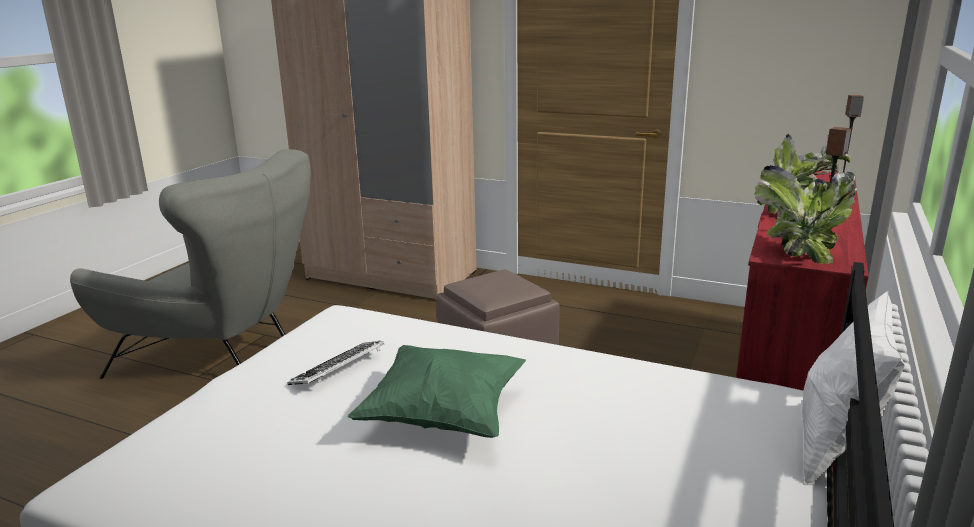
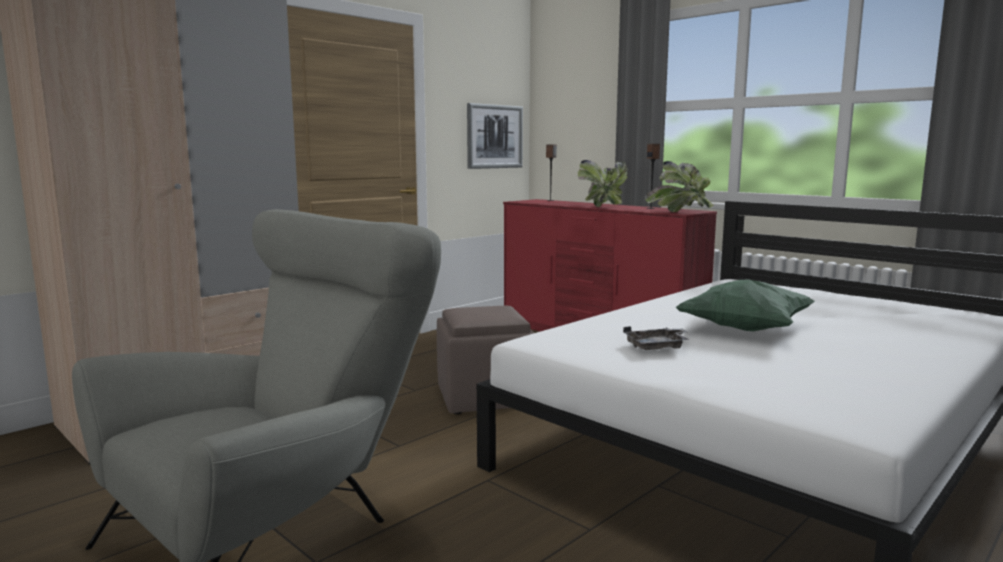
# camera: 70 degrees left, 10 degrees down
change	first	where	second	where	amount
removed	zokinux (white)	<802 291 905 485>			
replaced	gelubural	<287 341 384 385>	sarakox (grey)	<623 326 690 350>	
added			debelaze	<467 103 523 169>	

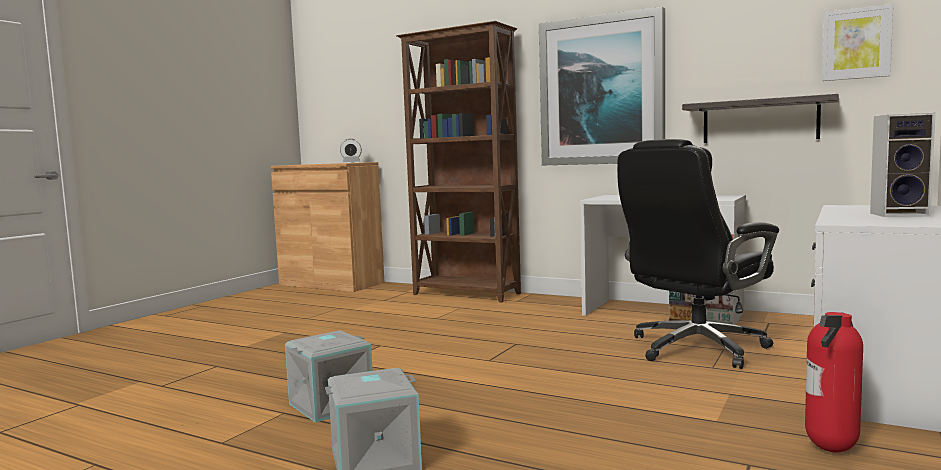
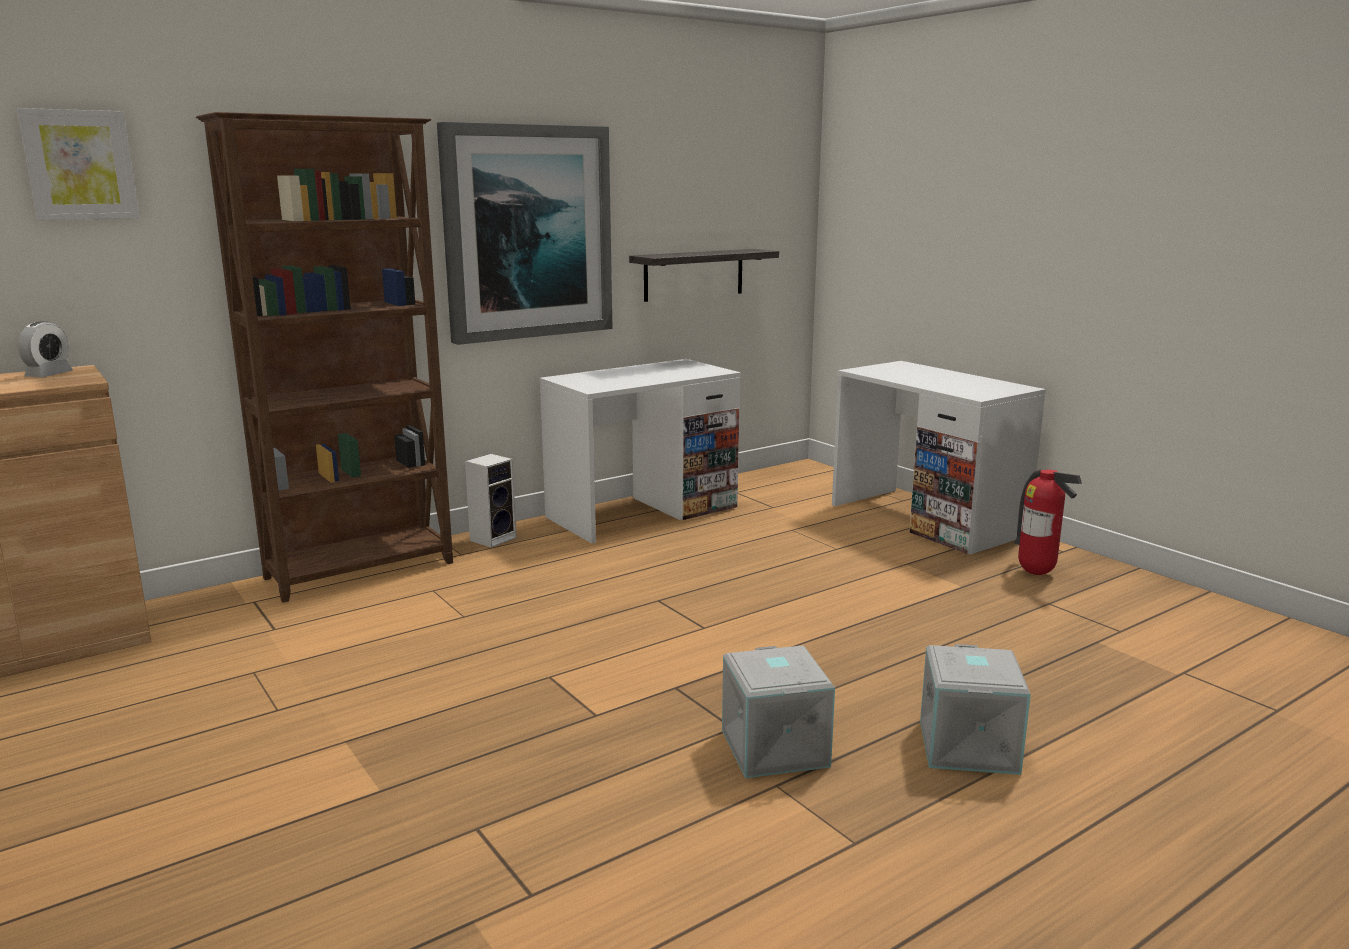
# camera: 65 degrees left, 10 degrees up
change	first	where	second	where	amount
moved	debelaze	<822 4 893 81>		<17 108 140 221>	
moved	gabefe	<870 113 936 217>		<465 454 517 548>	
removed	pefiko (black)	<617 139 779 369>			

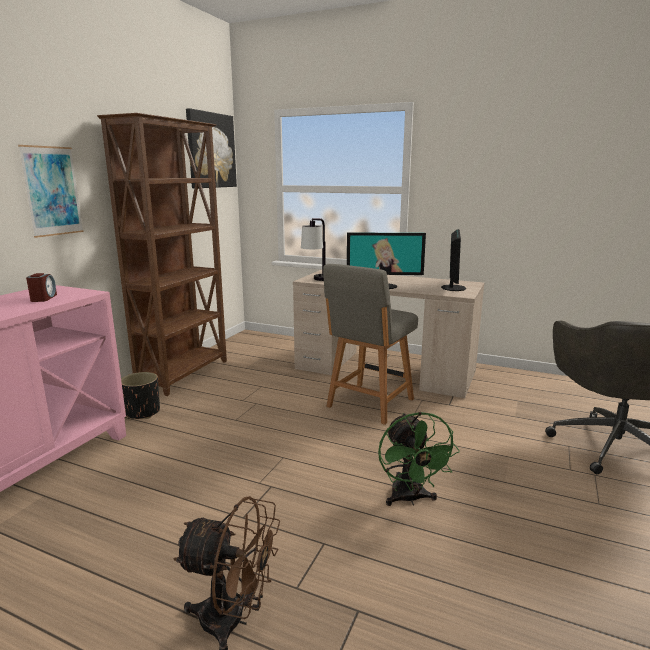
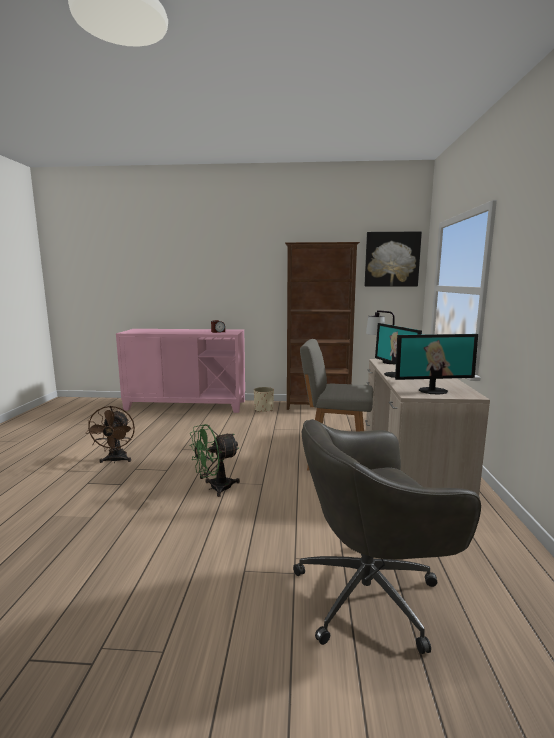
# camera: 70 degrees right, 5 degrees down
change	first	where	second	where	amount
removed	debelaze	<18 145 84 238>			
recoloured	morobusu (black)	<121 372 160 419>	morobusu (beige)	<254 387 274 412>	

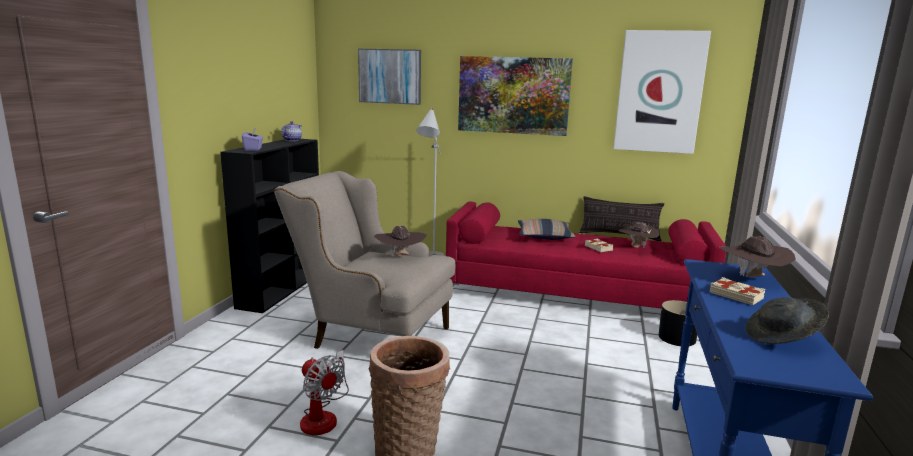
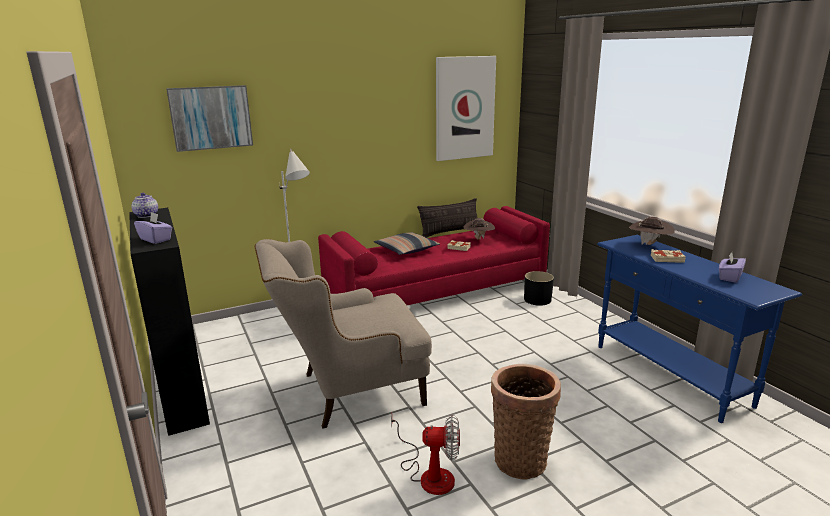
# camera: 40 degrees left, 5 degrees up
change	first	where	second	where	amount
removed	debelaze	<458 56 573 136>			
removed	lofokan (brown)	<374 226 427 255>			
replaced	lofokan (grey)	<745 297 829 344>	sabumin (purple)	<719 252 746 283>	

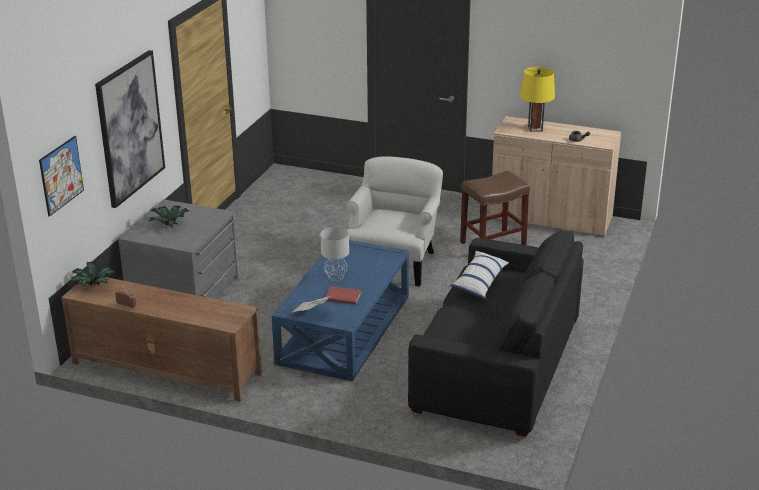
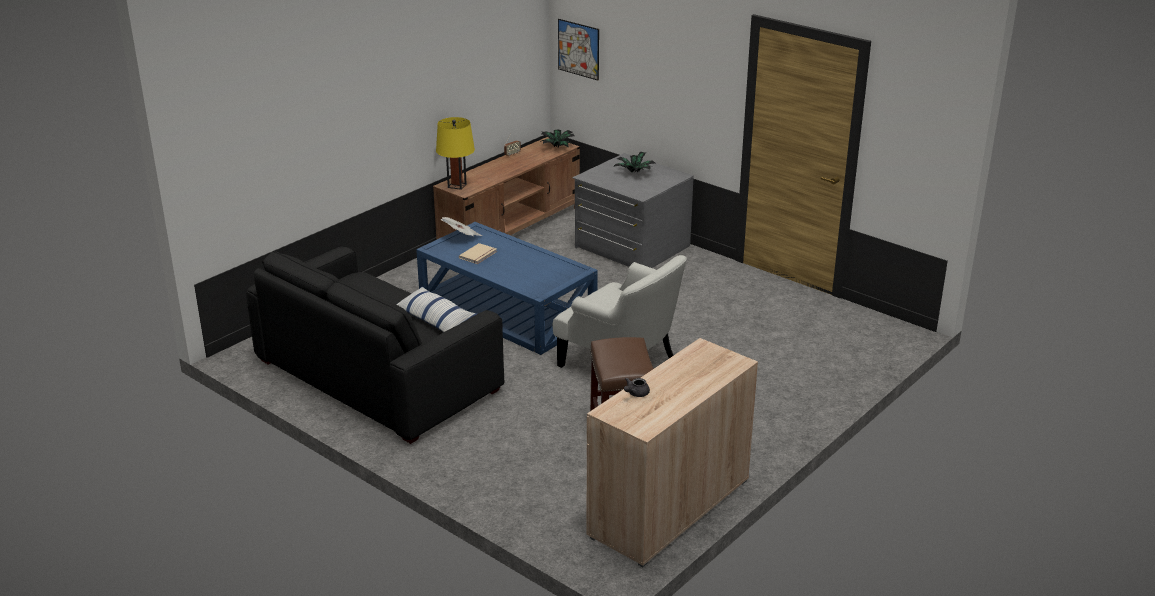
# camera: 110 degrees right, 0 degrees up
change	first	where	second	where	amount
removed	debelaze	<95 50 165 208>			
moved	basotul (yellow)	<520 67 555 132>		<436 117 475 190>	
removed	basotul (grey)	<320 227 349 281>			
recoloured	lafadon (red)	<325 286 362 304>	lafadon (beige)	<459 243 497 264>	

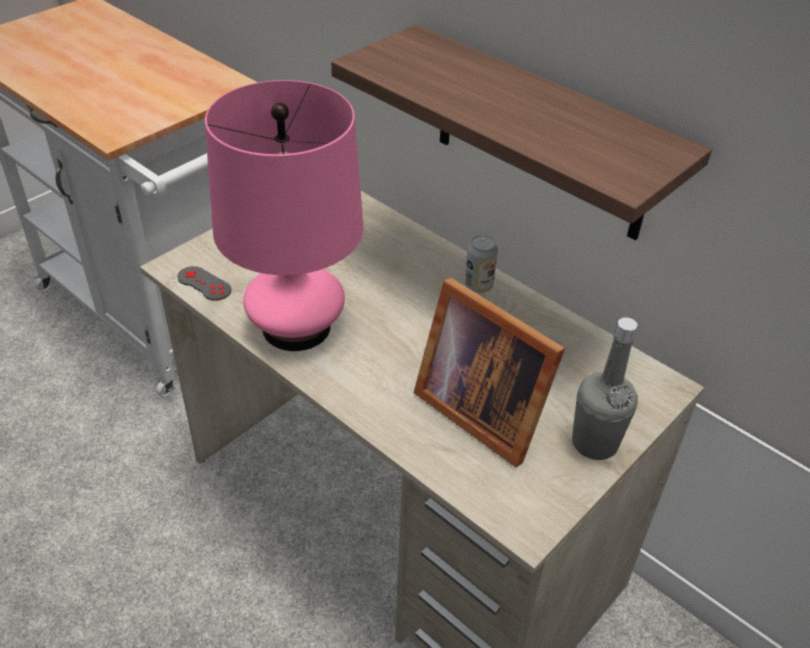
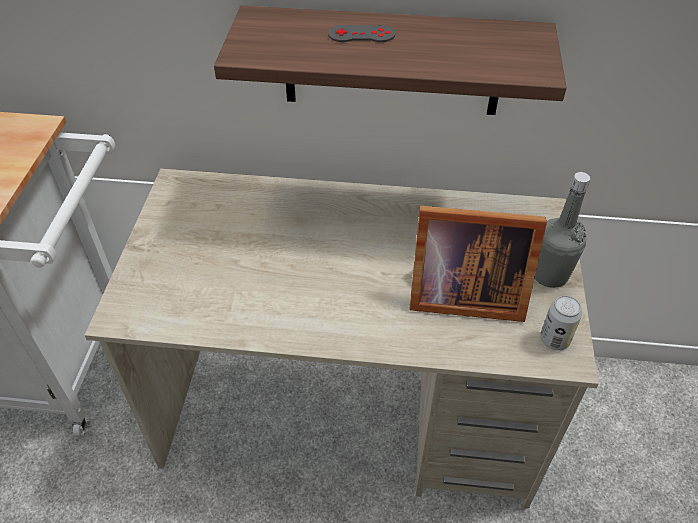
# camera: 35 degrees left, 5 degrees up
change	first	where	second	where	amount
removed	basotul (pink)	<205 80 364 351>			
moved	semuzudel	<464 235 498 293>		<540 295 582 350>	
moved	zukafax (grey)	<177 266 231 301>		<328 25 395 42>	

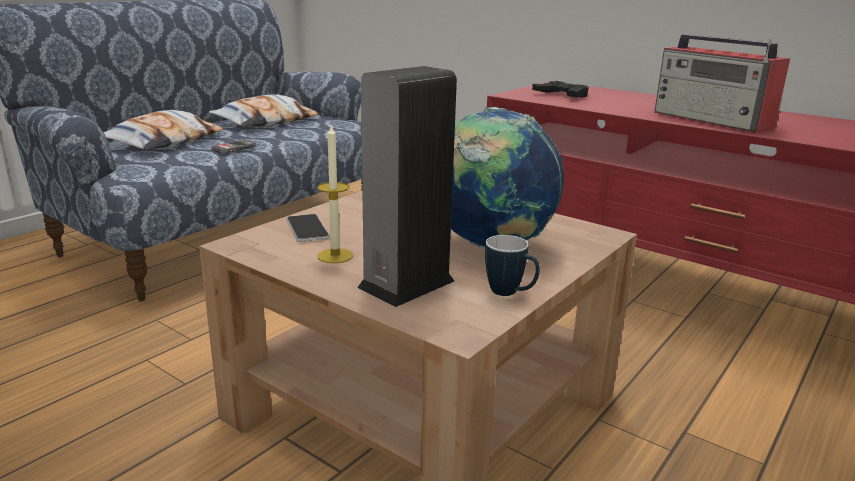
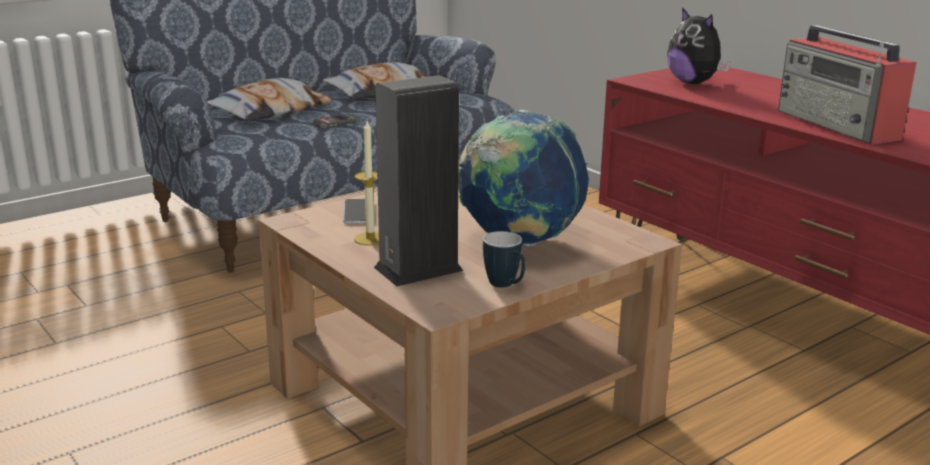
# camera: 15 degrees right, 0 degrees up
change	first	where	second	where	amount
replaced	zukafax (black)	<532 81 589 98>	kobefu	<667 7 730 84>	

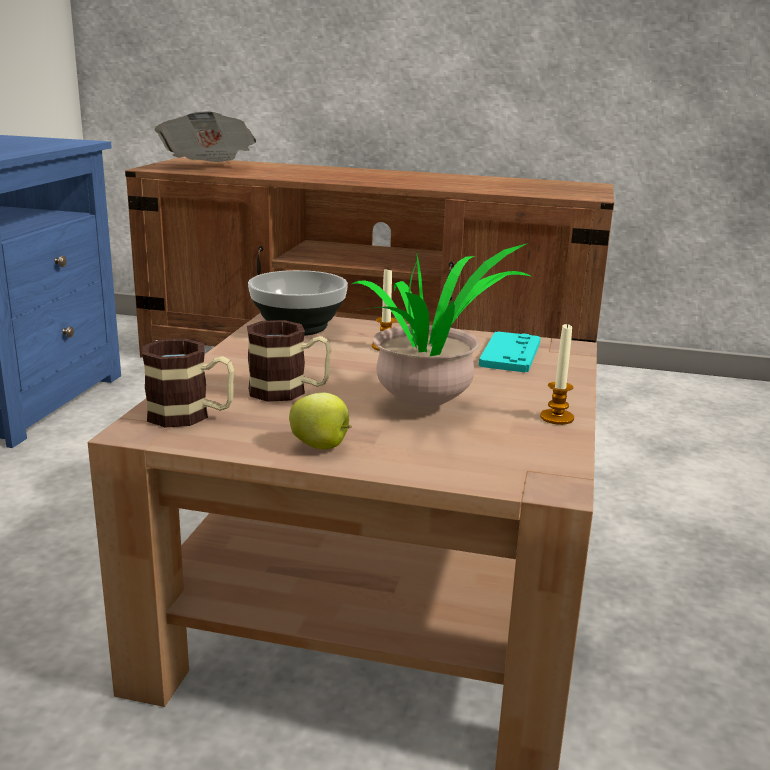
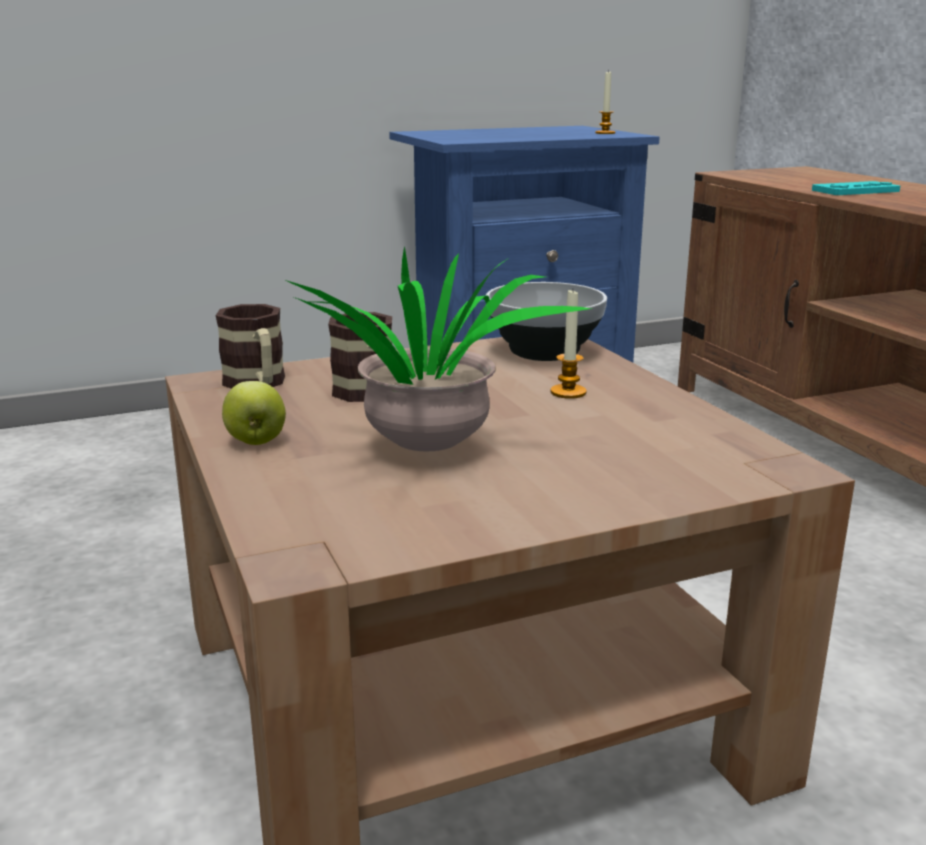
# camera: 55 degrees right, 0 degrees up
change	first	where	second	where	amount
removed	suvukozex	<154 111 256 162>			
moved	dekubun	<540 323 574 425>		<595 70 615 134>	
moved	zukafax (turquoise)	<479 331 541 373>		<812 181 900 195>	

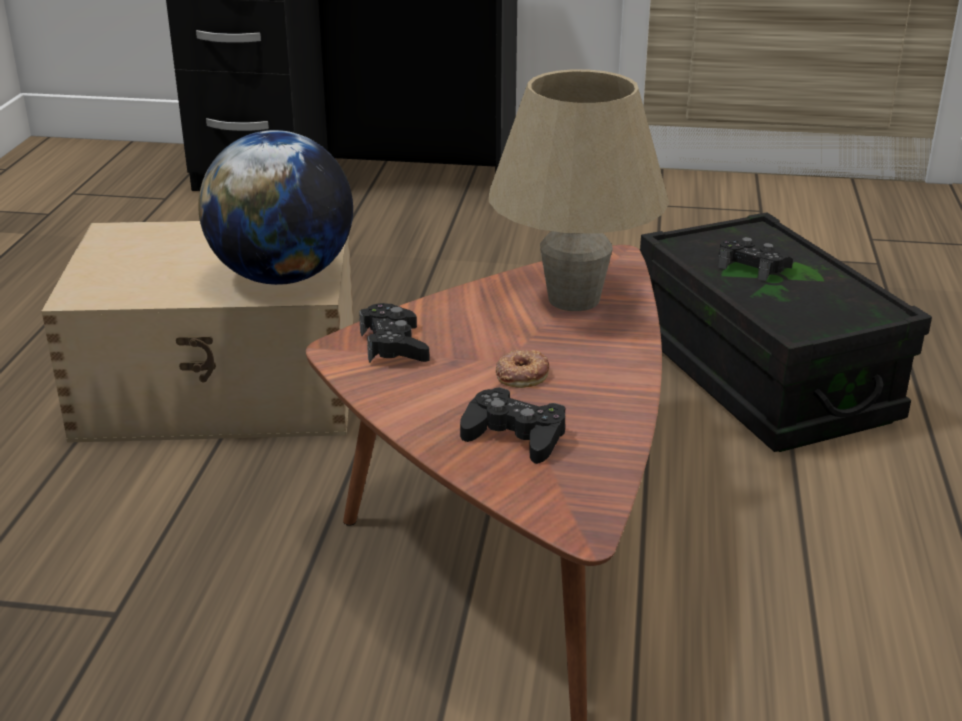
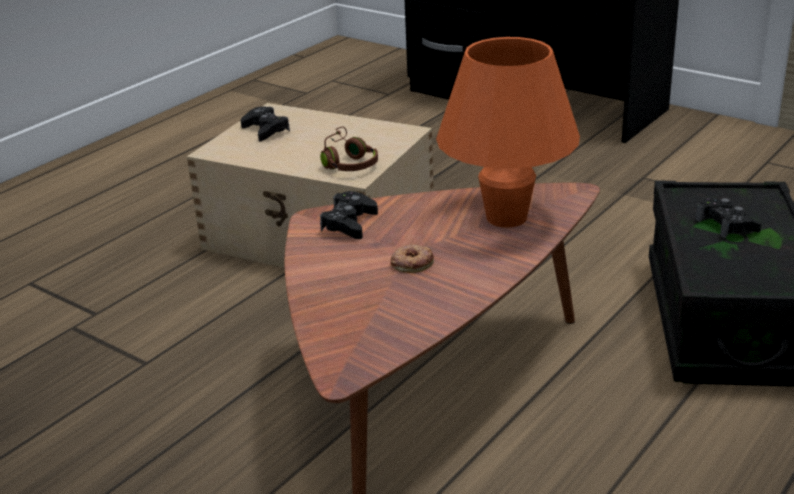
# camera: 30 degrees right, 0 degrees up
change	first	where	second	where	amount
recoloured	basotul (beige)	<489 69 669 311>	basotul (orange)	<436 37 580 228>	
replaced	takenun	<198 130 353 285>	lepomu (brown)	<320 126 378 171>	
moved	zukafax (black)	<460 387 566 464>		<241 106 290 141>	

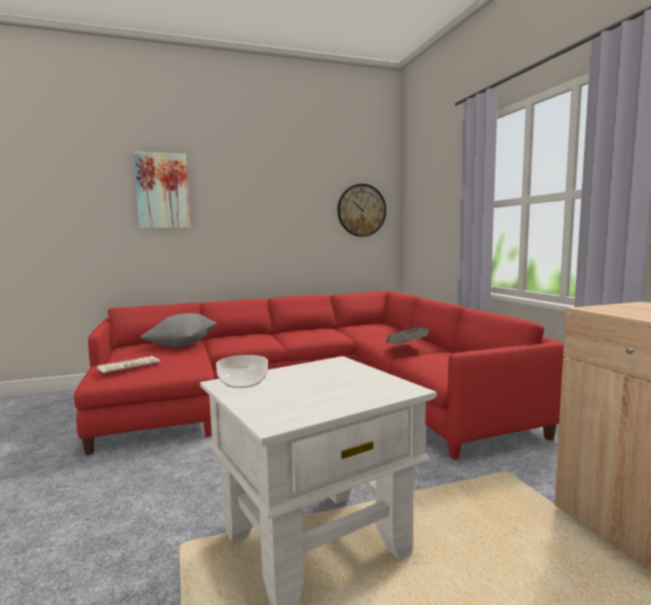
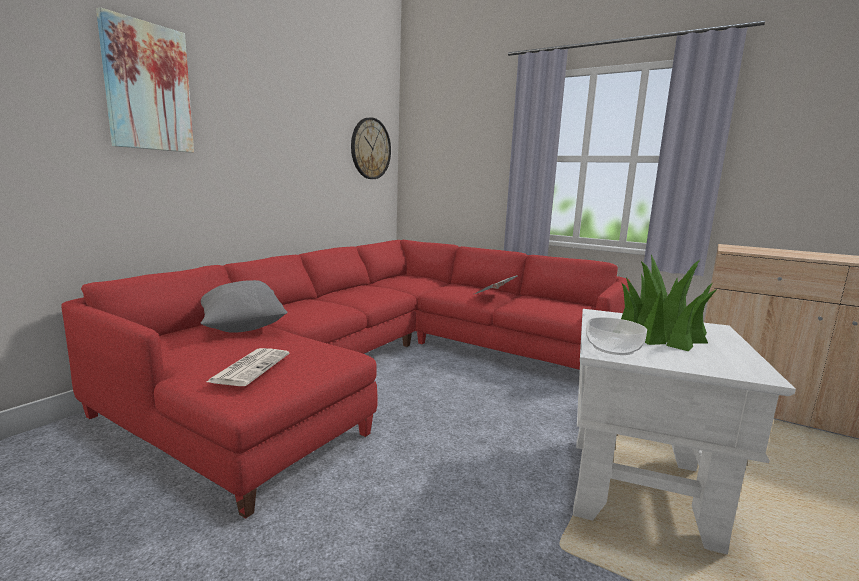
# camera: 40 degrees left, 5 degrees up
change	first	where	second	where	amount
added			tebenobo	<621 255 717 351>	

